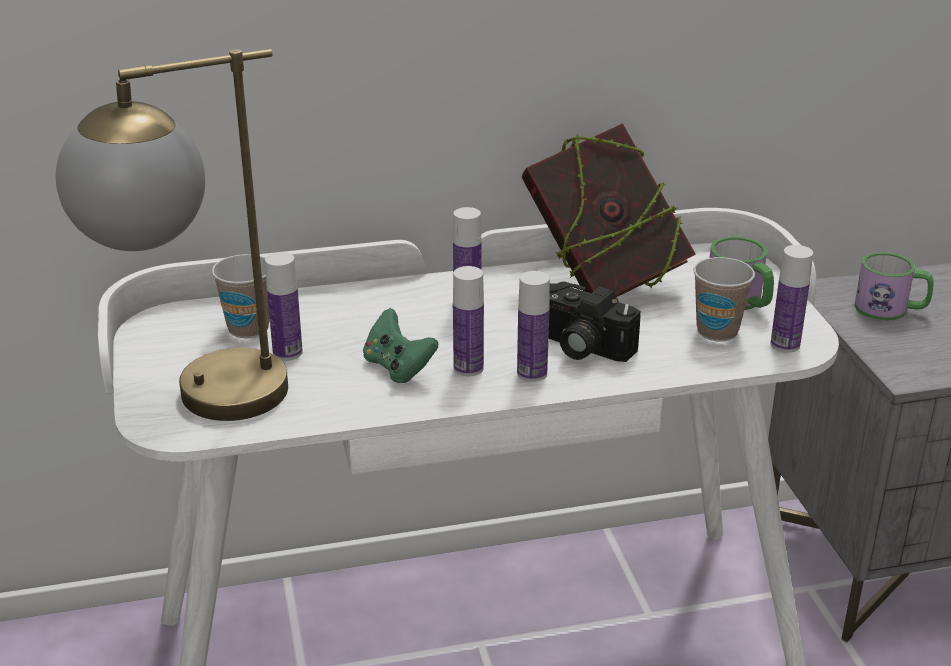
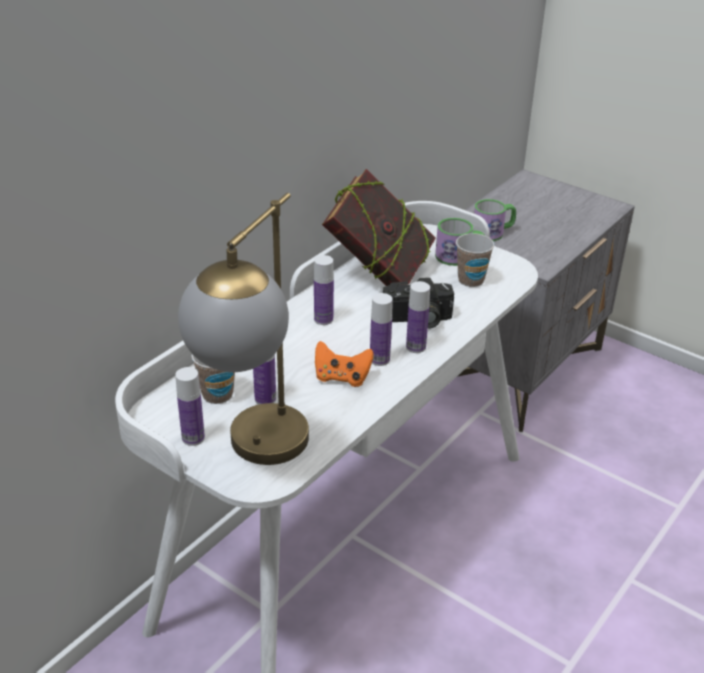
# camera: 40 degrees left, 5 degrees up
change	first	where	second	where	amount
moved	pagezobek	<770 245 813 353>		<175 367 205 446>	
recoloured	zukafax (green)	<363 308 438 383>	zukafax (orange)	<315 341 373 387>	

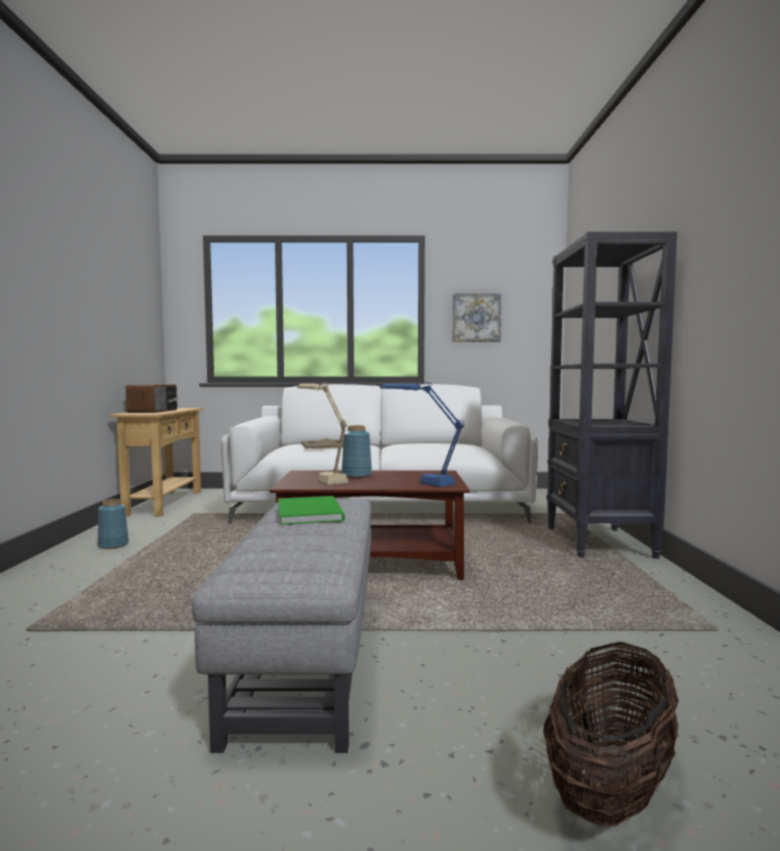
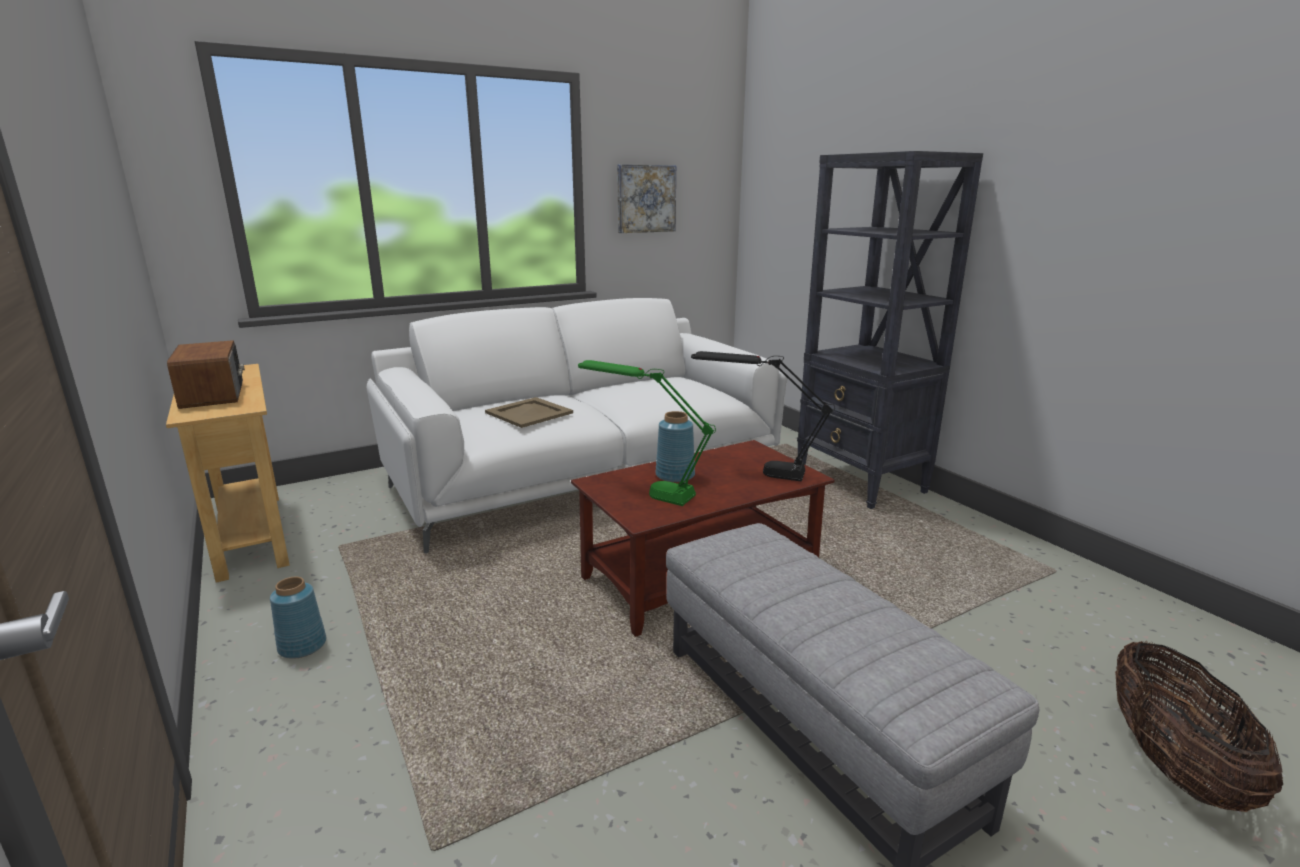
# camera: 30 degrees left, 15 degrees up
change	first	where	second	where	amount
recoloured	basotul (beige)	<297 382 348 485>	basotul (green)	<578 360 716 506>	
recoloured	basotul (blue)	<380 382 464 487>	basotul (black)	<691 351 835 482>	
removed	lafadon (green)	<278 496 345 525>			

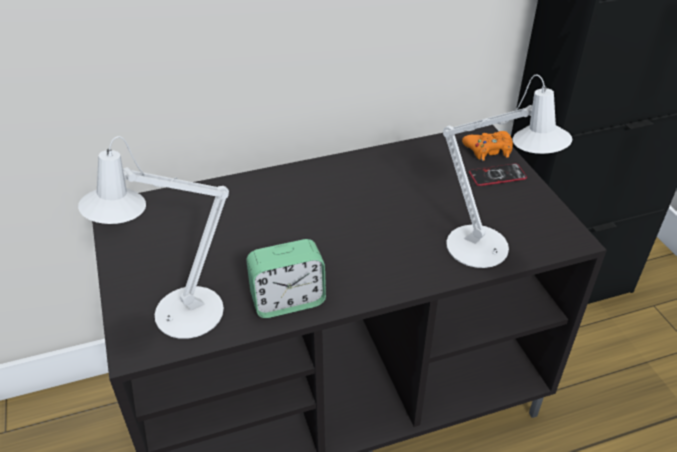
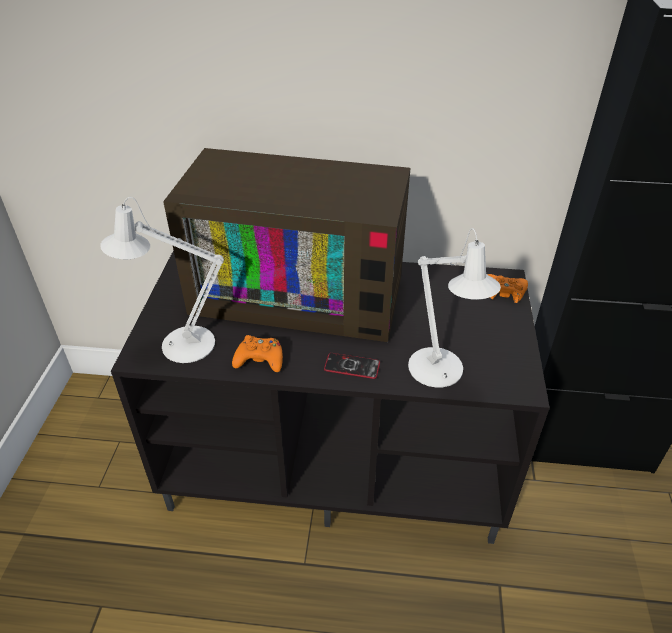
# camera: 25 degrees right, 0 degrees up
change	first	where	second	where	amount
moved	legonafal	<469 163 527 186>		<324 353 380 379>	
replaced	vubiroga	<246 239 326 318>	zukafax (orange)	<232 335 283 372>	
added			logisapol	<163 148 410 342>	

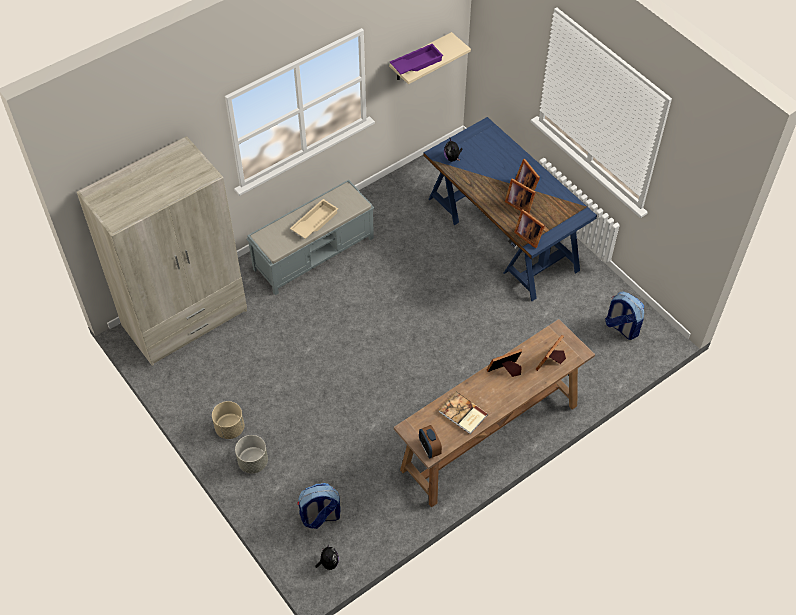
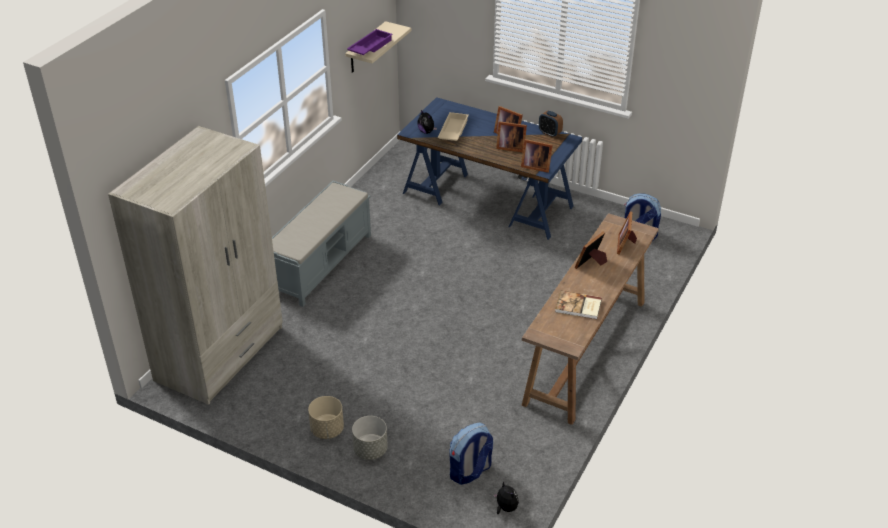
# camera: 25 degrees left, 15 degrees down
change	first	where	second	where	amount
moved	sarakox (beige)	<290 199 338 239>		<438 112 469 141>	
moved	vubiroga	<419 425 442 458>		<539 111 563 137>	

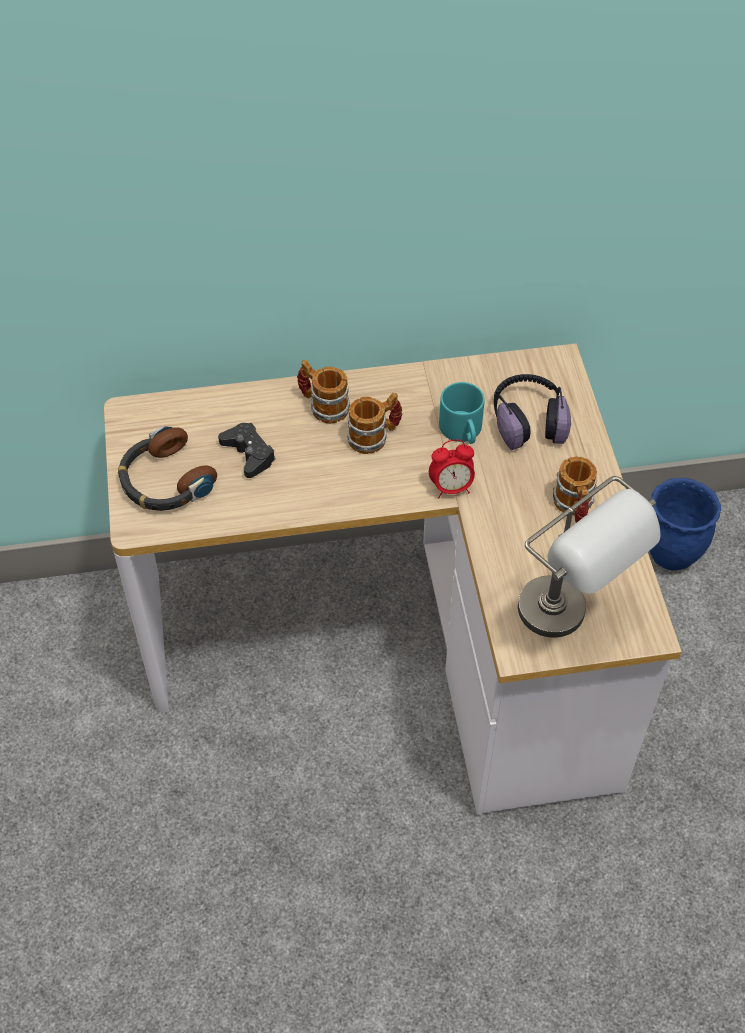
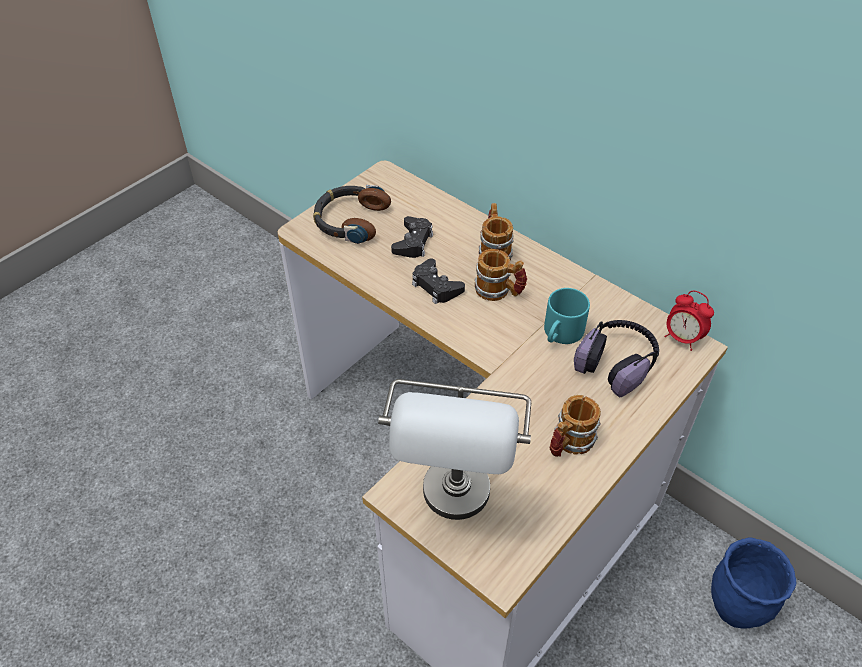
# camera: 50 degrees right, 5 degrees down
change	first	where	second	where	amount
moved	vubiroga	<429 439 475 498>		<664 291 714 351>	
added			zukafax (black)	<412 258 465 304>	

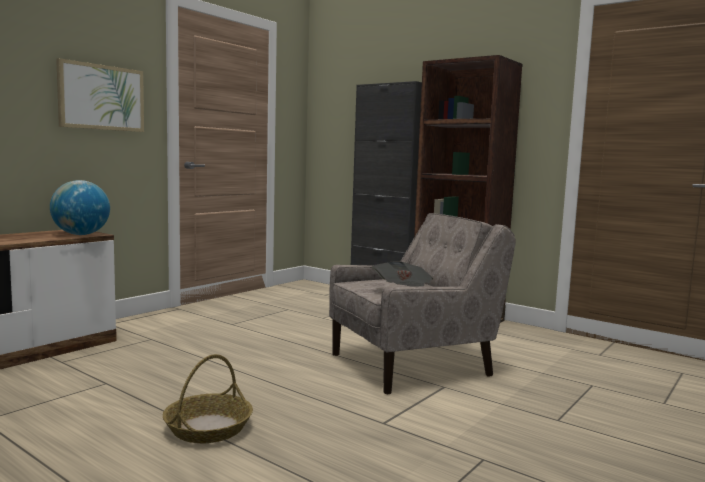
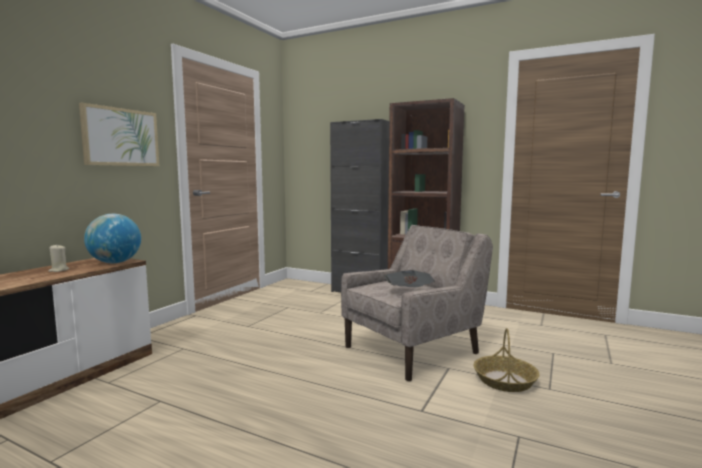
# camera: 10 degrees left, 0 degrees up
change	first	where	second	where	amount
moved	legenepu	<163 354 253 443>		<474 328 540 392>	
added			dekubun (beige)	<49 244 69 272>	

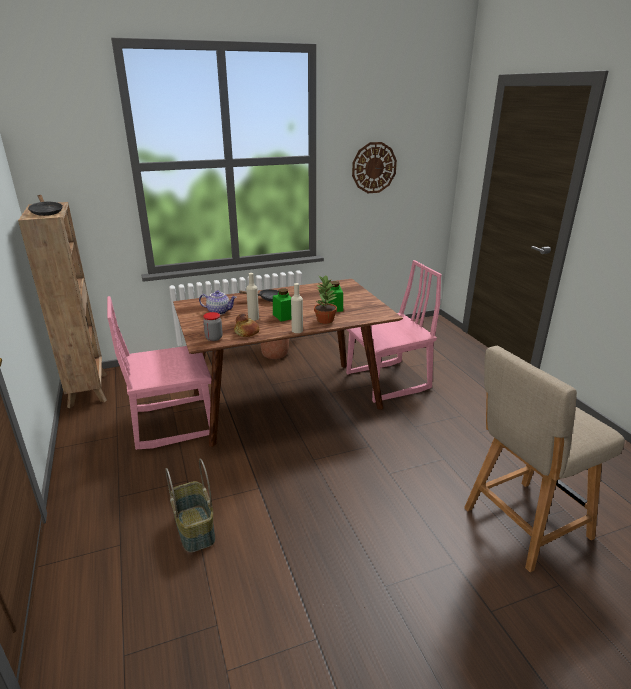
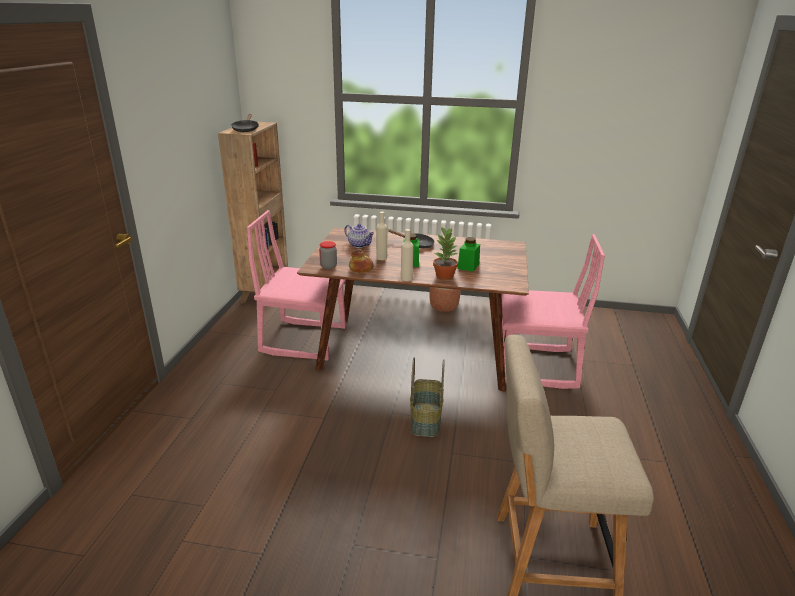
# camera: 30 degrees right, 0 degrees up
change	first	where	second	where	amount
removed	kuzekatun	<352 142 397 193>			
moved	legenepu	<166 459 215 553>		<410 358 445 437>	

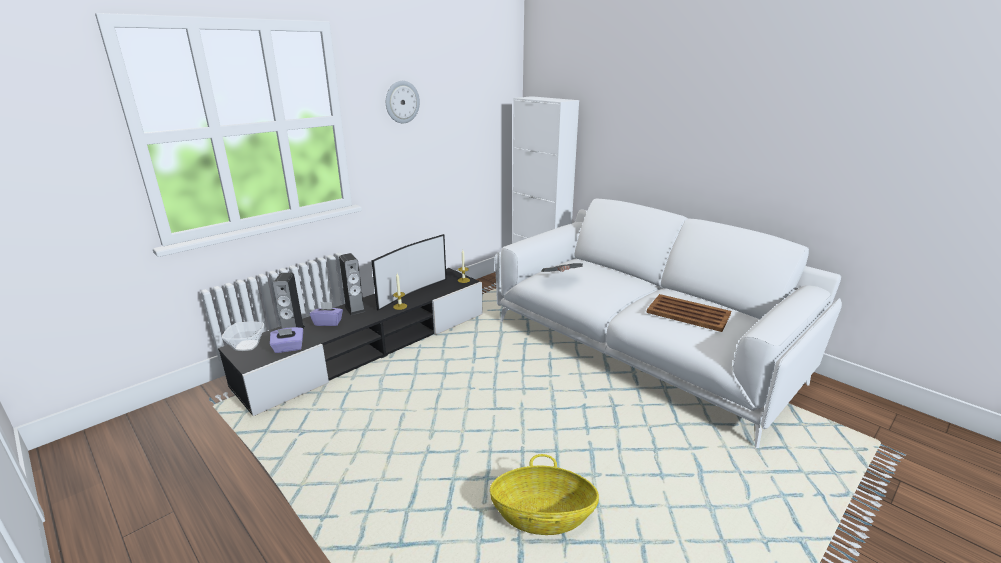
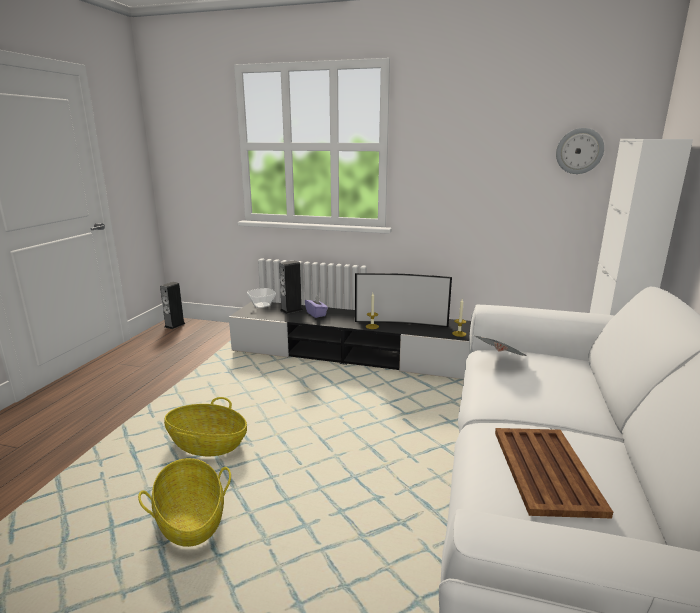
# camera: 60 degrees right, 5 degrees down
change	first	where	second	where	amount
moved	kuzekatun	<386 81 420 123>		<556 128 604 174>	
moved	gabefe	<339 253 366 315>		<160 282 185 329>	
removed	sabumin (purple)	<270 327 303 353>			
added			legenepu	<164 397 247 456>	

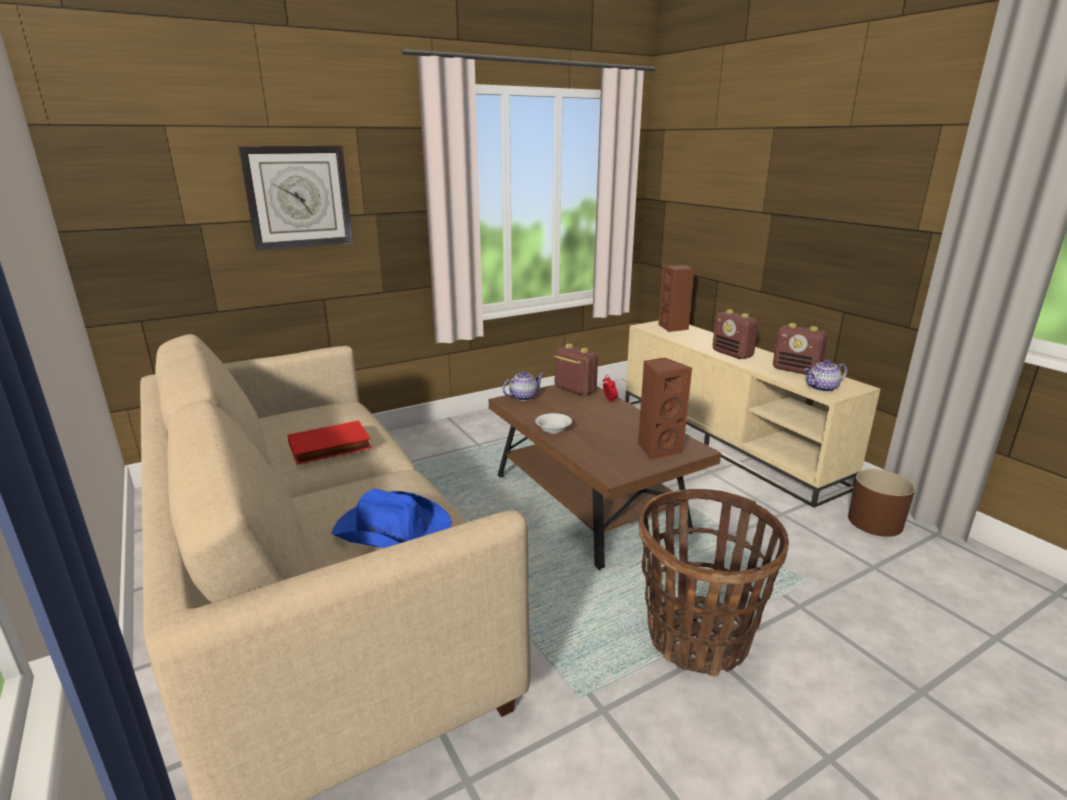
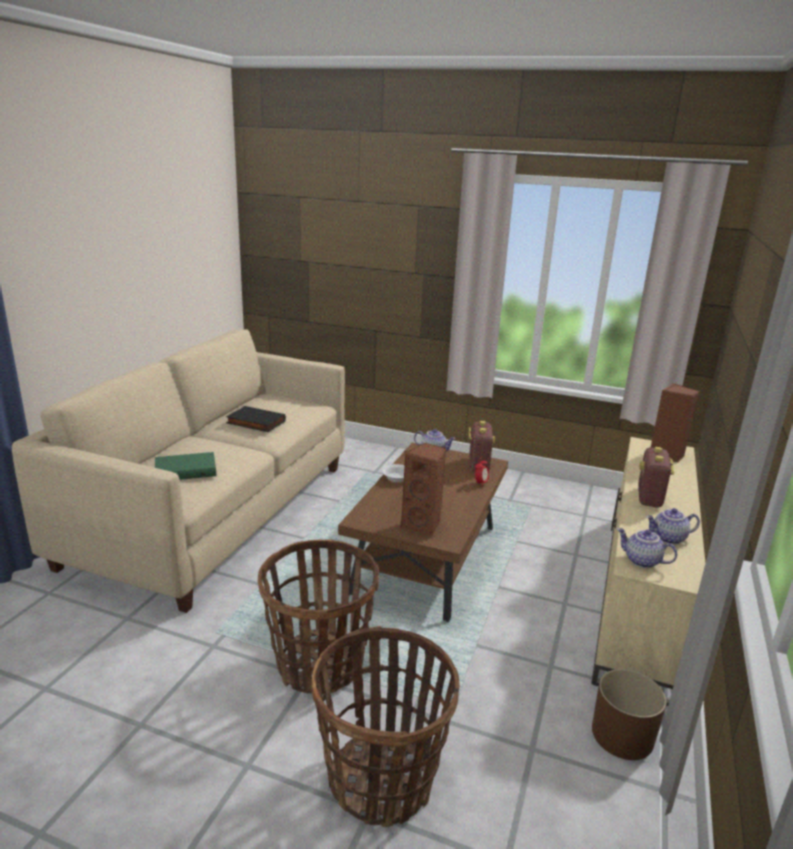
# camera: 50 degrees right, 0 degrees up
change	first	where	second	where	amount
removed	kuzekatun	<238 146 353 251>			
replaced	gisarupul	<773 323 827 375>	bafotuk	<646 508 700 544>	
recoloured	lafadon (red)	<287 421 372 465>	lafadon (black)	<226 406 286 432>	
replaced	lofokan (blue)	<332 489 452 548>	lafadon (green)	<155 452 216 480>	
added			legenepu	<311 626 460 827>	

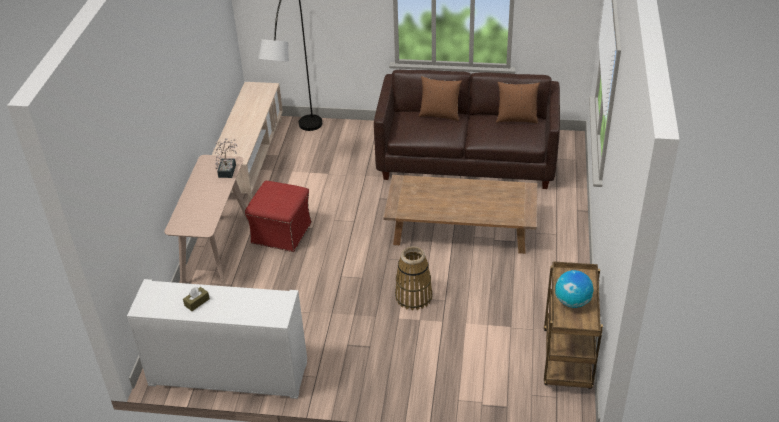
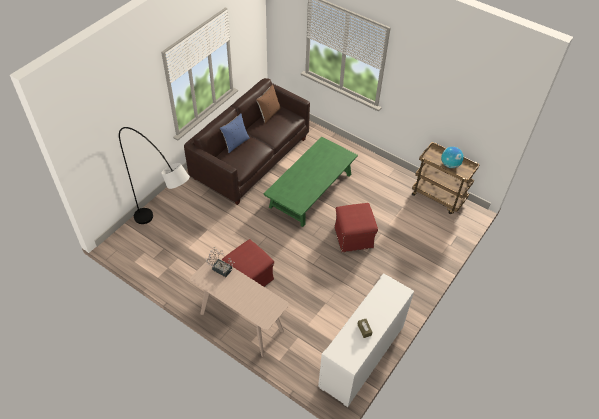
# camera: 65 degrees left, 10 degrees up
change	first	where	second	where	amount
recoloured	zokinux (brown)	<418 76 462 121>	zokinux (blue)	<220 114 249 153>	
removed	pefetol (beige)	<212 82 283 202>			
recoloured	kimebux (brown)	<383 175 537 254>	kimebux (green)	<264 136 358 227>	
replaced	legenepu	<395 246 433 310>	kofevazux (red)	<334 203 378 252>	

